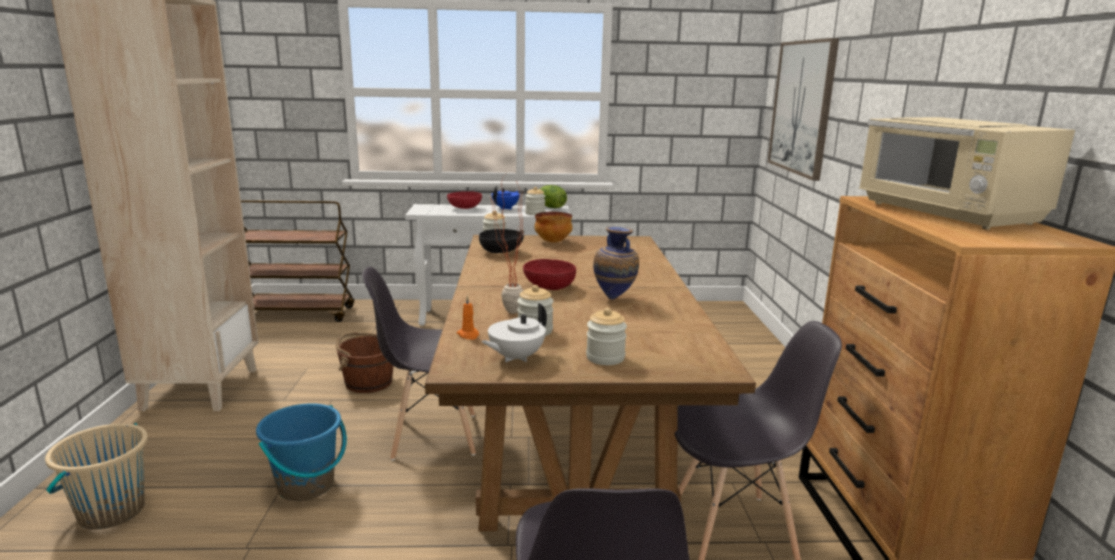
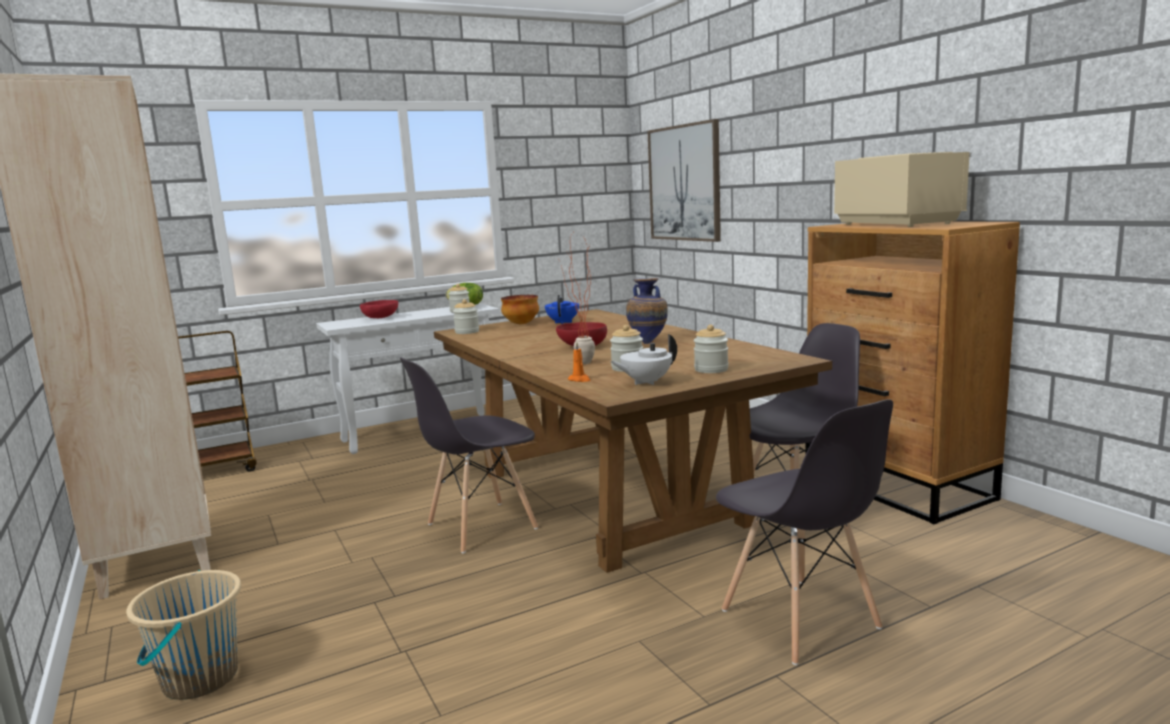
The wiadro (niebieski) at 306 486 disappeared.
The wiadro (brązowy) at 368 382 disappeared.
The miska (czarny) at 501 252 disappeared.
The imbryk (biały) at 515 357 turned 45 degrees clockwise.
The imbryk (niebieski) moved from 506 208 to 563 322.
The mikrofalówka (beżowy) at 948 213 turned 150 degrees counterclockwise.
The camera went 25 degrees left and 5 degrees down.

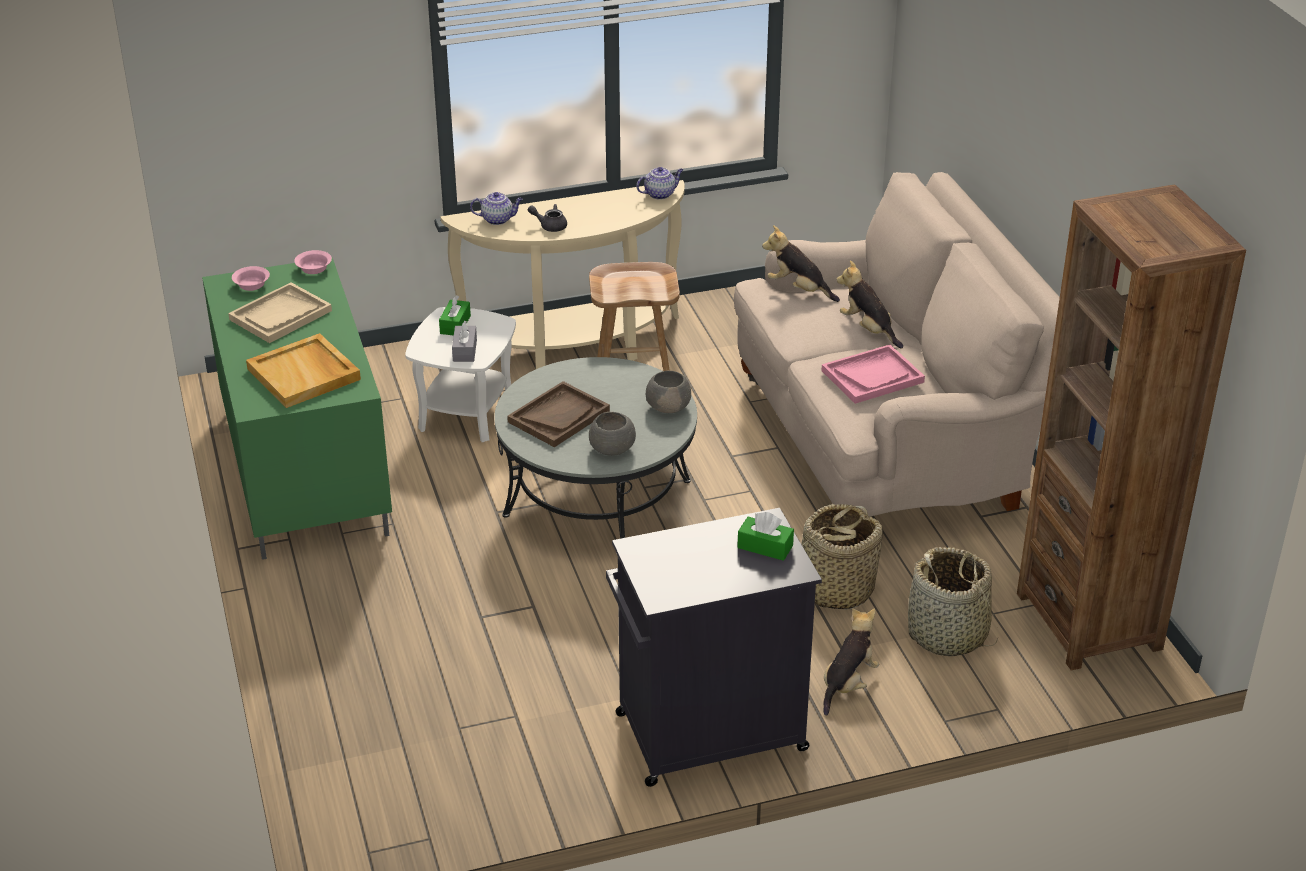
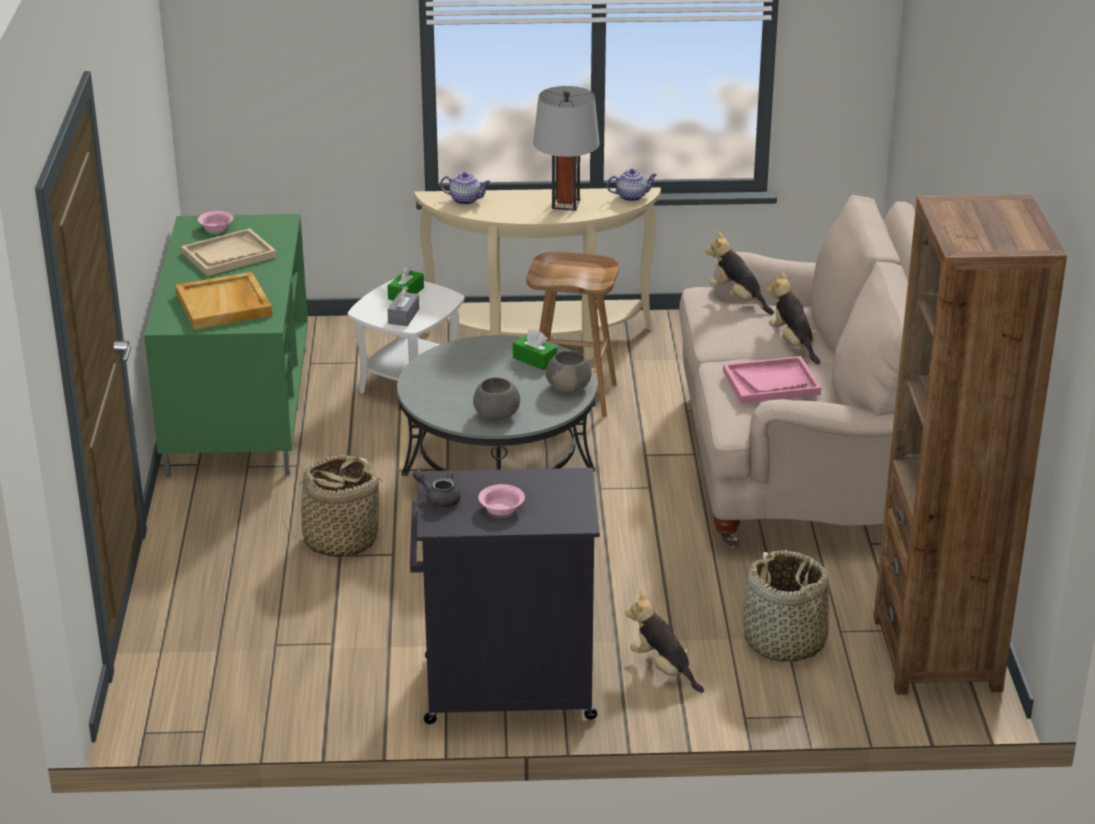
The miska (różowy) moved from 315 268 to 502 508.
The taca (brązowy) at 559 416 disappeared.
The imbryk (szary) moved from 550 226 to 439 498.
The pudełko chusteczek (zielony) moved from 765 546 to 534 360.
The koszyk moved from 835 589 to 340 540.
The pluszak at 848 684 turned 90 degrees counterclockwise.
The lampa stołowa (szary) at 565 204 appeared.
The camera went 15 degrees right and 5 degrees down.

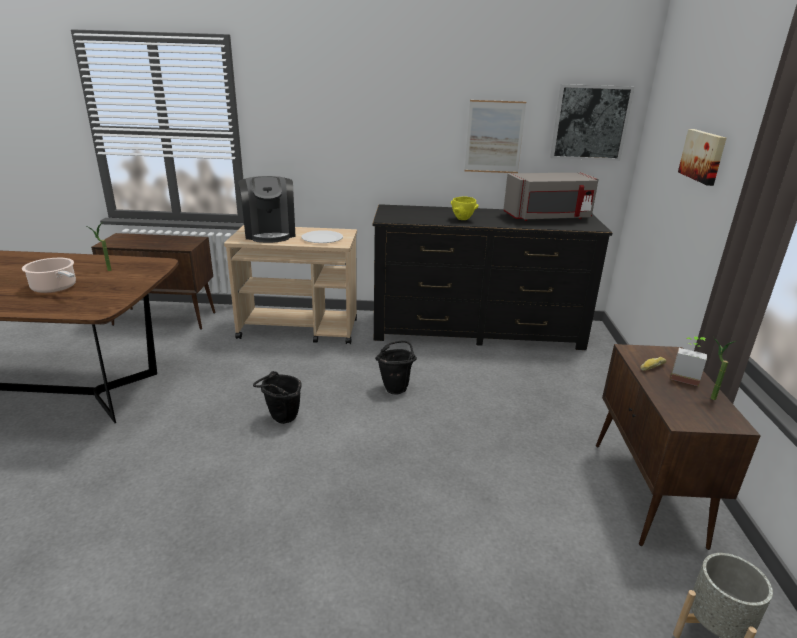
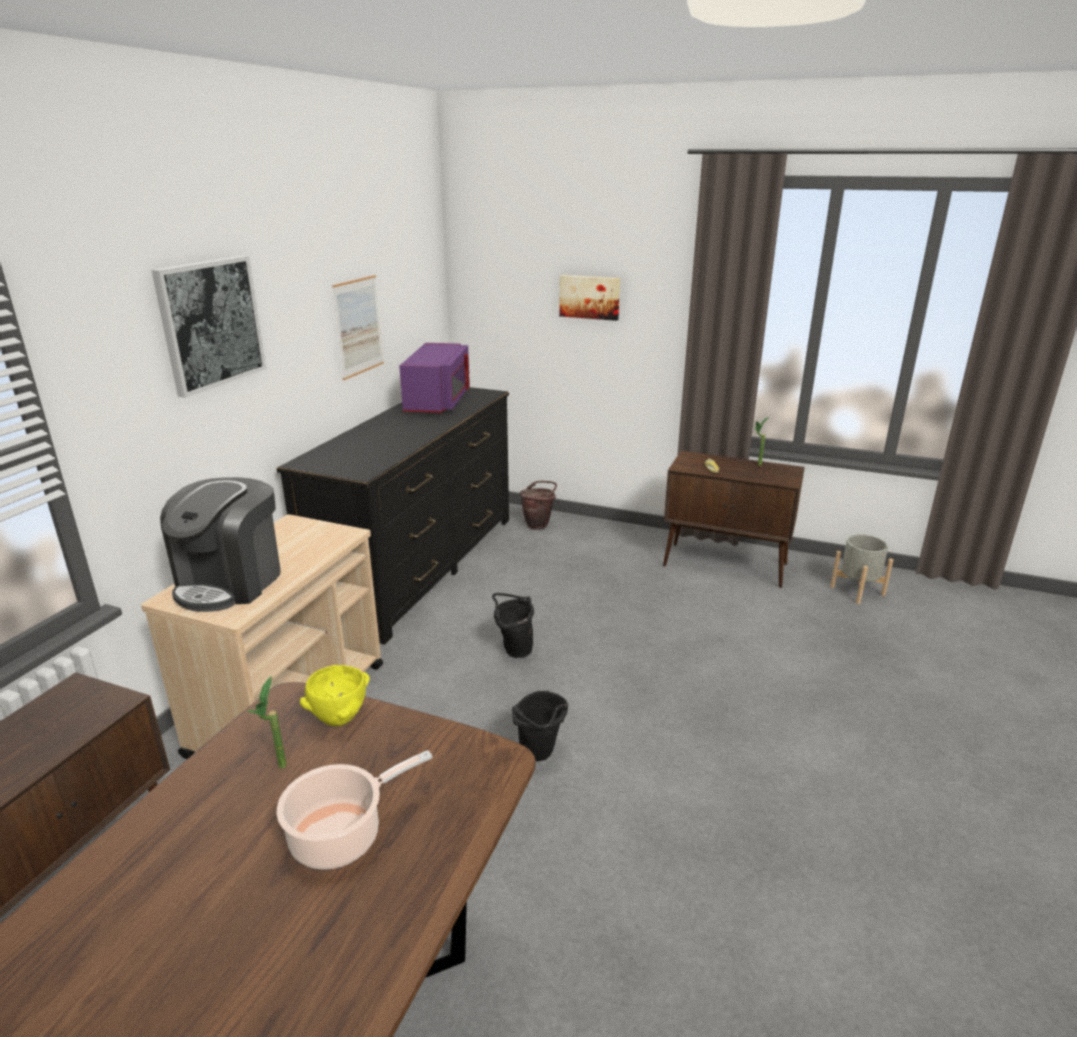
The ekspres do kawy at 270 233 turned 105 degrees clockwise.
The talerz (biały) at 322 238 disappeared.
The miska (żółty) moved from 462 219 to 338 720.
The mikrofalówka (szary) at 548 217 became the mikrofalówka (fioletowy) at 439 401.
The obraz moved from 590 122 to 211 323.
The roślina doniczkowa at 685 377 disappeared.
The wiadro (brązowy) at 539 525 appeared.
The camera went 70 degrees left and 0 degrees up.

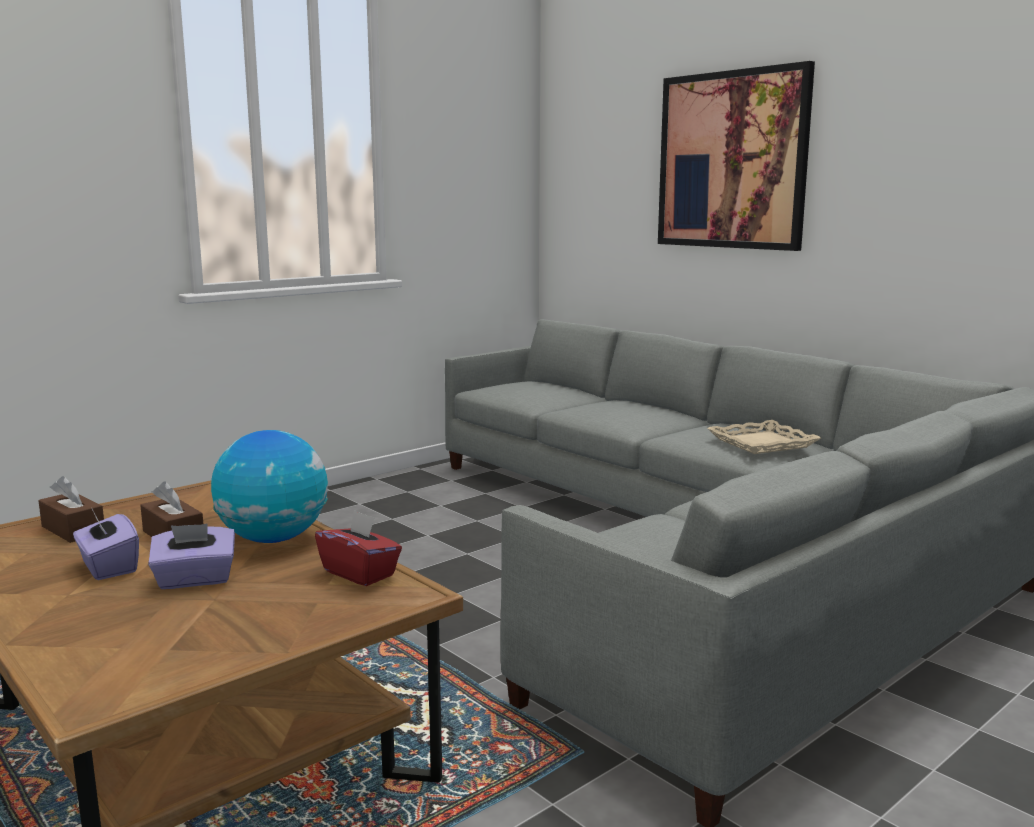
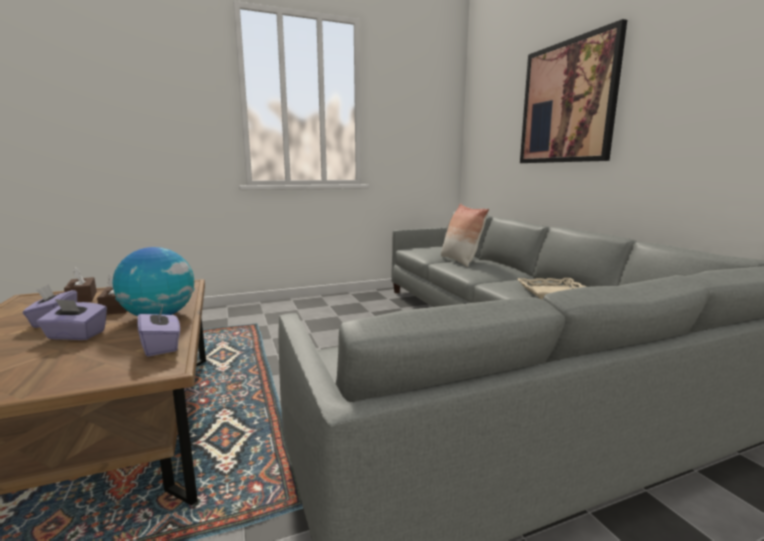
The pudełko chusteczek (czerwony) at 360 573 became the pudełko chusteczek (fioletowy) at 162 346.
The poduszka at 460 261 appeared.
The camera went 20 degrees right and 0 degrees up.

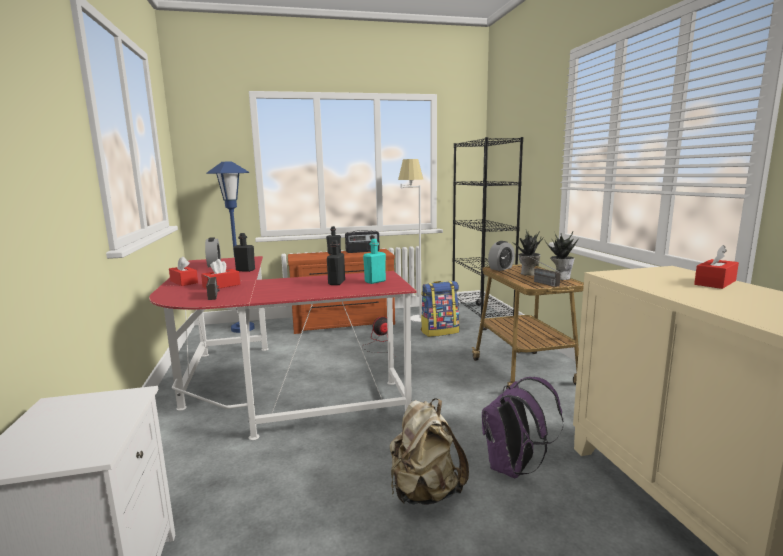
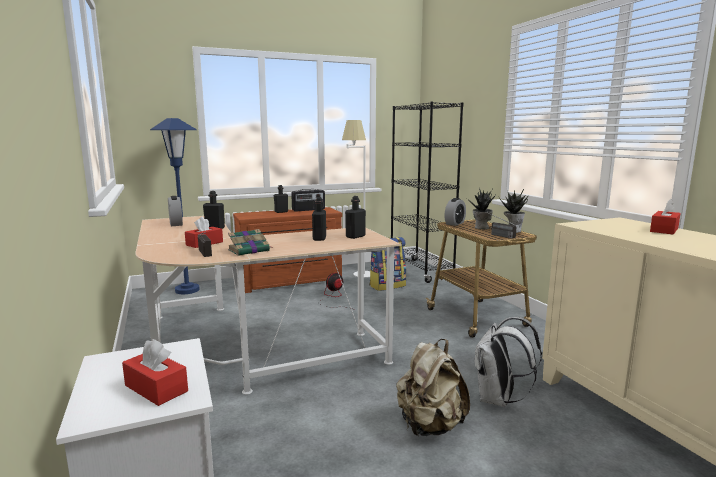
The biurko (czerwony) at 267 394 became the biurko (beżowy) at 242 351.
The pudełko chusteczek (czerwony) moved from 184 282 to 156 388.
The butelka (turkusowy) at 375 281 became the butelka (czarny) at 355 236.
The plecak (fioletowy) at 513 468 became the plecak (biały) at 498 399.
The książka at 250 250 appeared.
The camera went 10 degrees left and 0 degrees up.

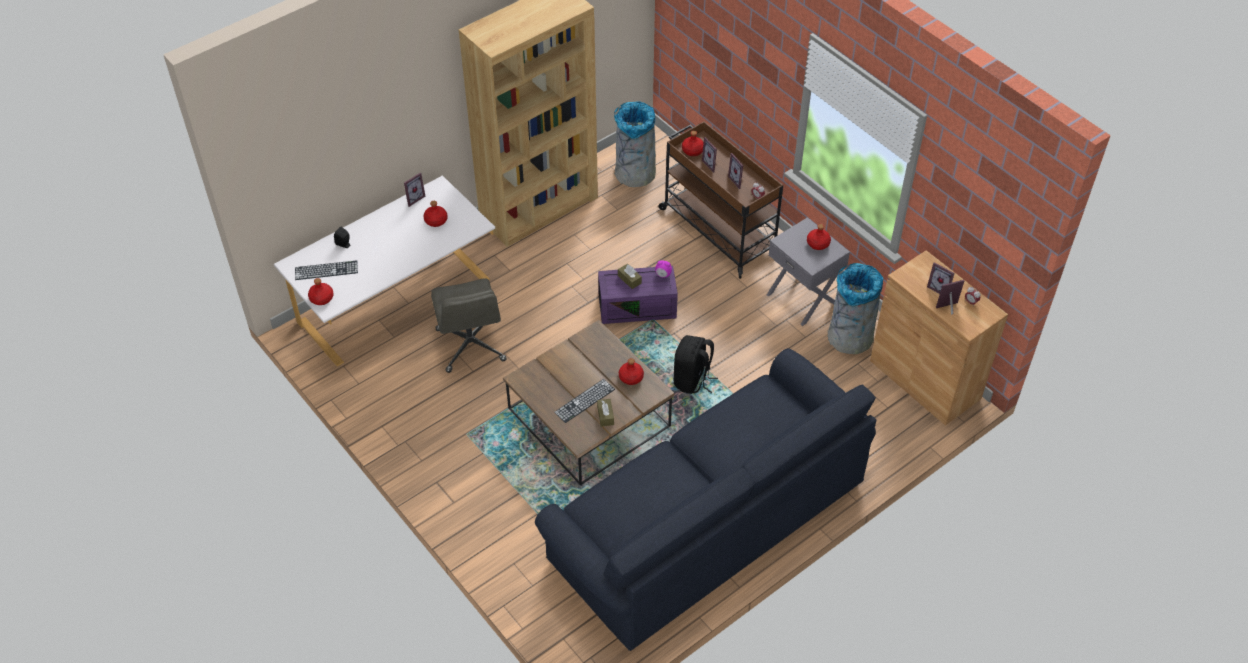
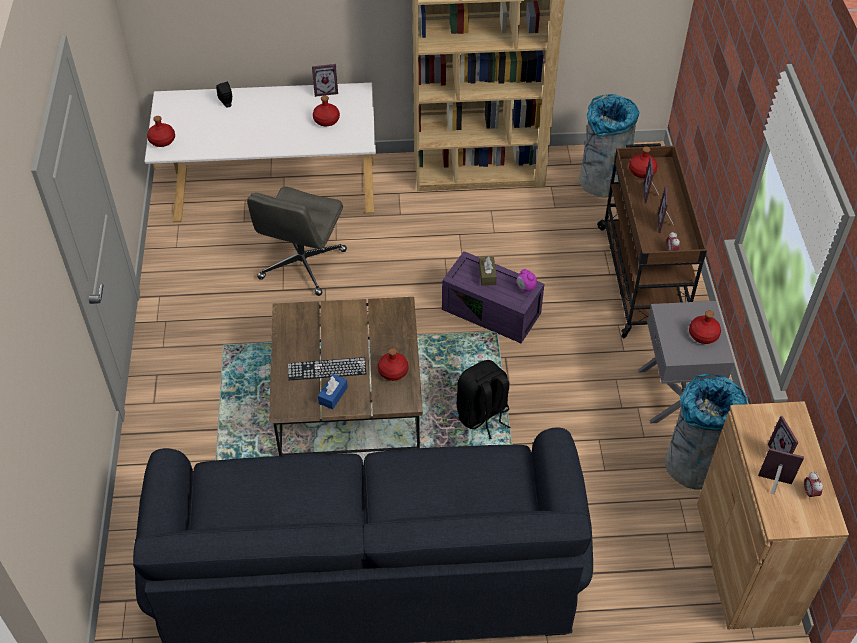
The klawiatura at 326 270 disappeared.
The pudełko chusteczek (brązowy) at 605 415 became the pudełko chusteczek (niebieski) at 333 395.
The camera went 35 degrees right and 0 degrees up.

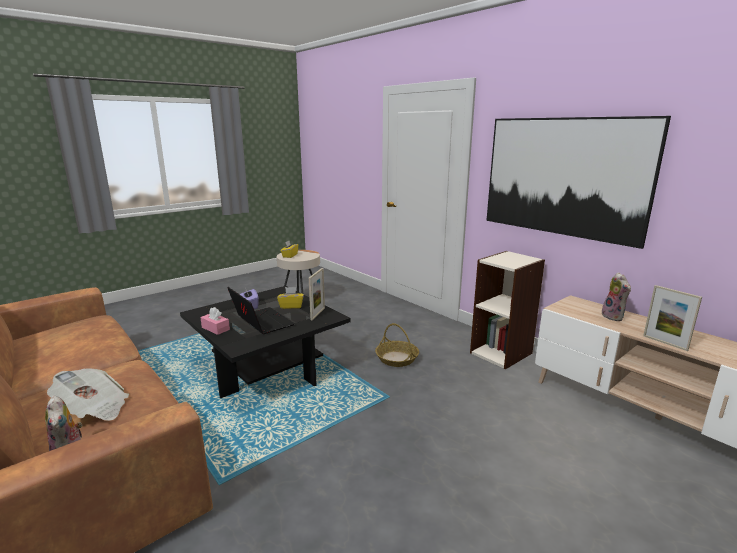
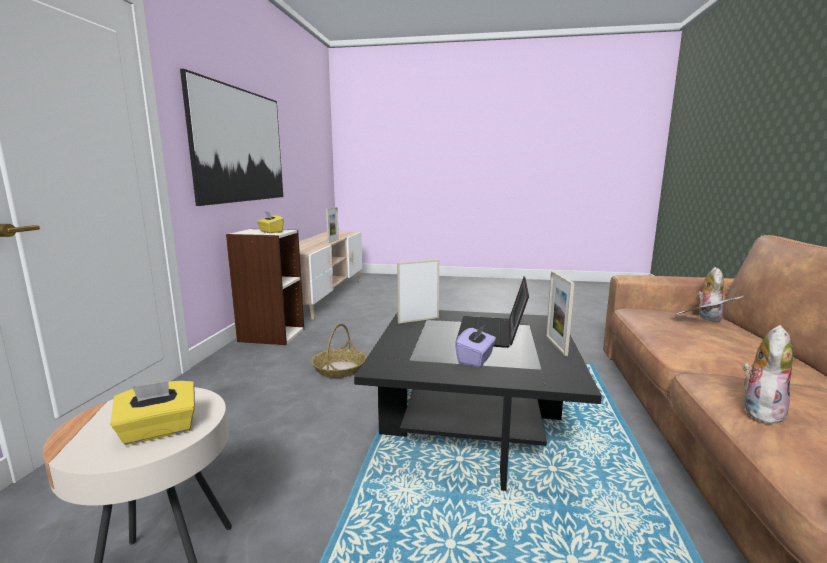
The pudełko chusteczek (różowy) at 215 328 was replaced by the ramka na zdjęcie at 556 345.
The pudełko chusteczek (żółty) moved from 291 306 to 271 232.
The pluszak moved from 614 317 to 760 411.
The camera went 130 degrees left and 5 degrees down.

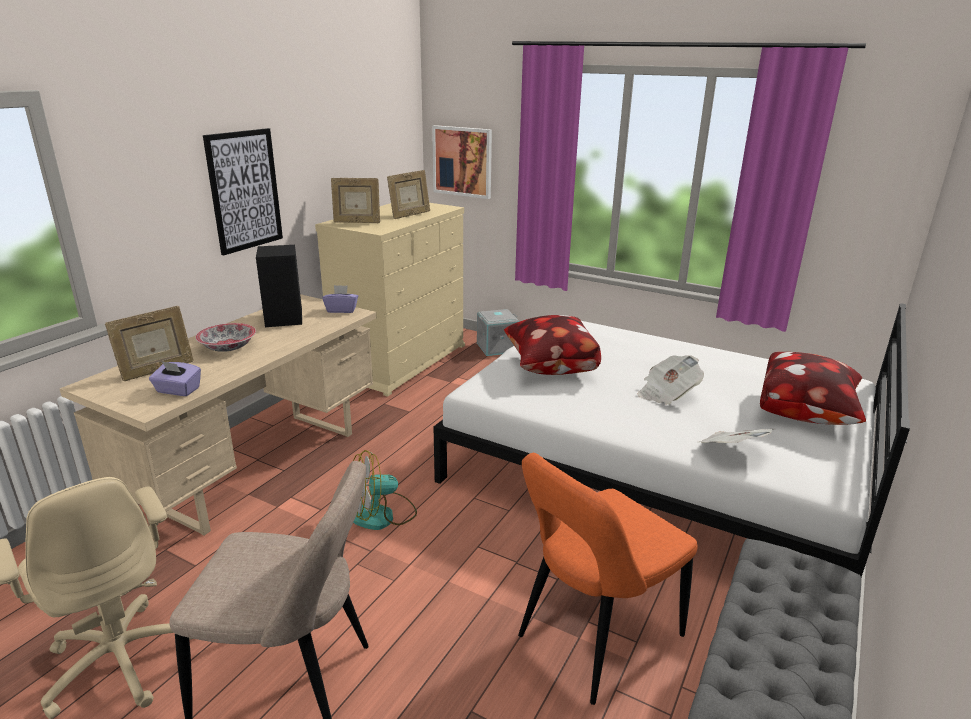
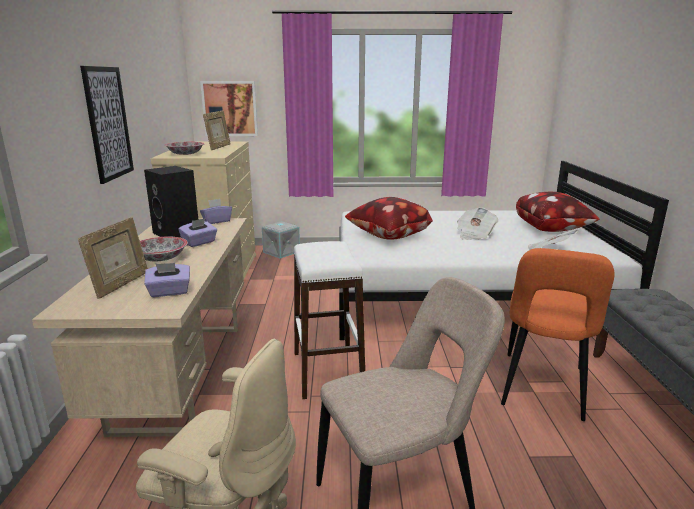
The ramka na zdjęcie at 357 222 was replaced by the miska at 186 154.
The wentylator at 382 515 was replaced by the stołek (biały) at 328 371.
The pudełko chusteczek (fioletowy) at 199 243 appeared.
The camera went 30 degrees left and 5 degrees down.

